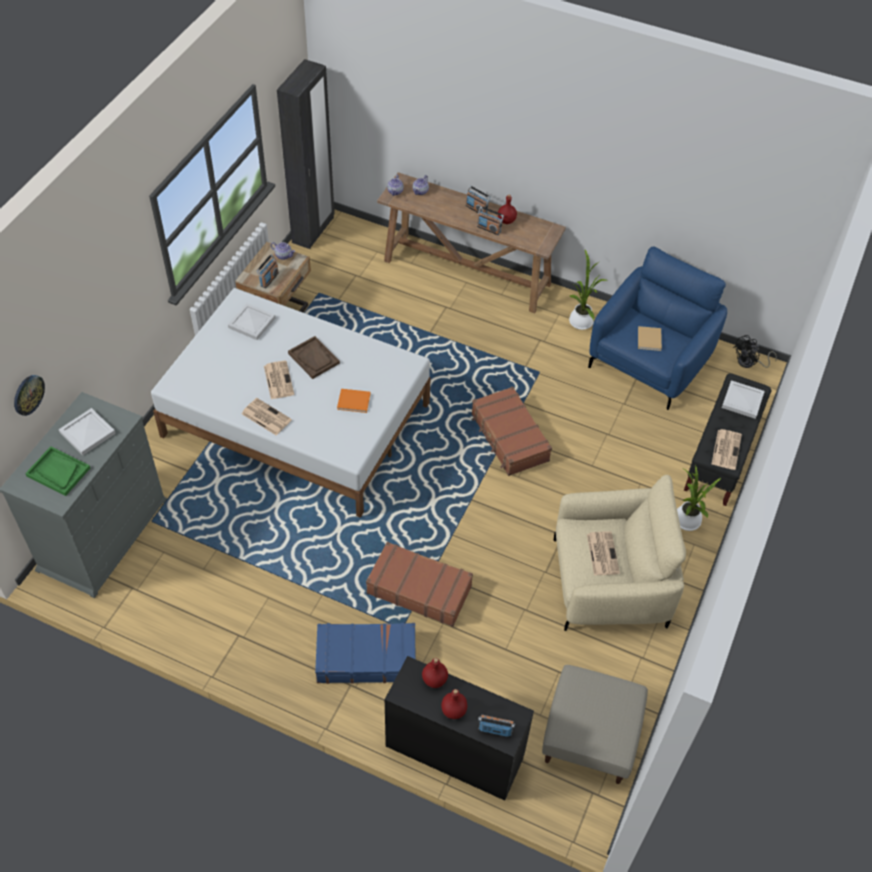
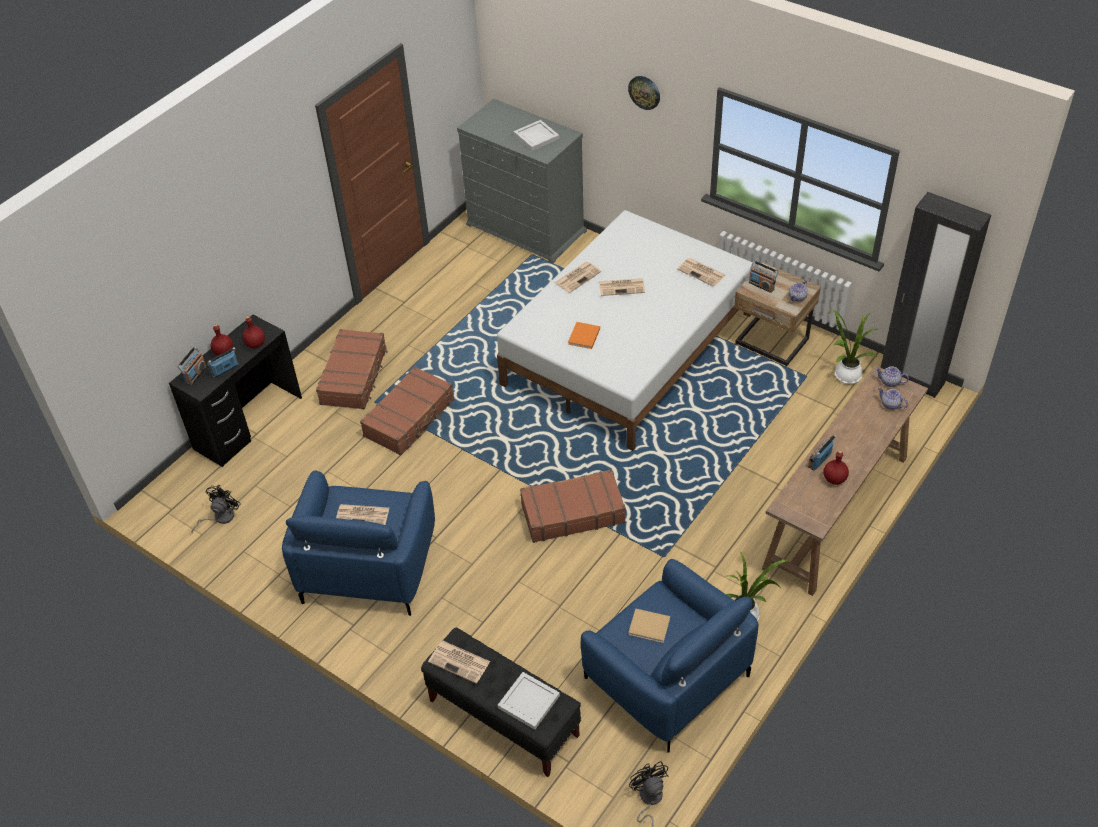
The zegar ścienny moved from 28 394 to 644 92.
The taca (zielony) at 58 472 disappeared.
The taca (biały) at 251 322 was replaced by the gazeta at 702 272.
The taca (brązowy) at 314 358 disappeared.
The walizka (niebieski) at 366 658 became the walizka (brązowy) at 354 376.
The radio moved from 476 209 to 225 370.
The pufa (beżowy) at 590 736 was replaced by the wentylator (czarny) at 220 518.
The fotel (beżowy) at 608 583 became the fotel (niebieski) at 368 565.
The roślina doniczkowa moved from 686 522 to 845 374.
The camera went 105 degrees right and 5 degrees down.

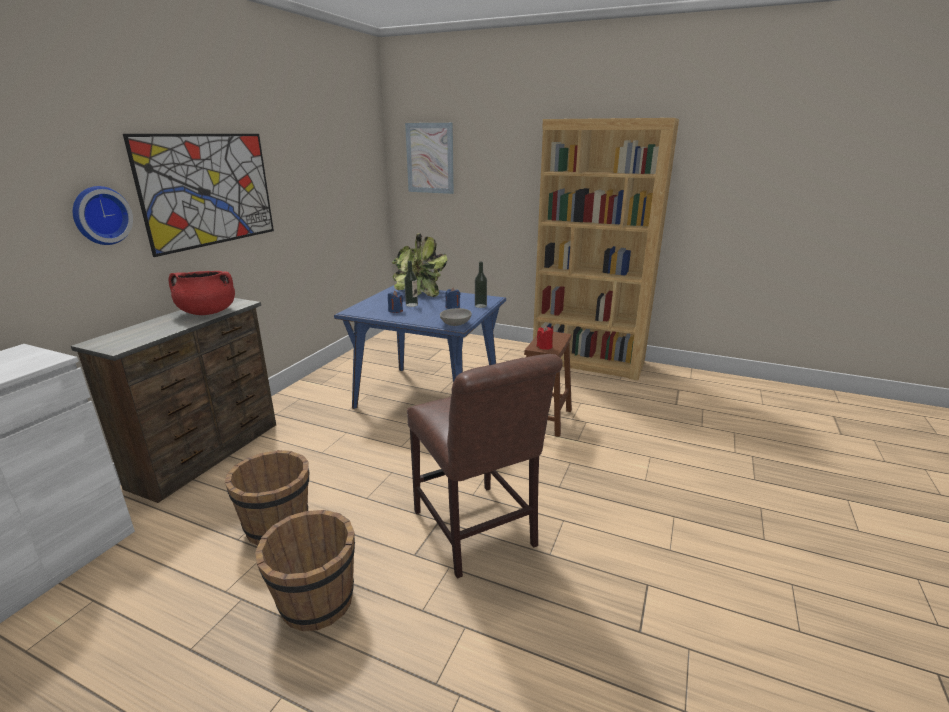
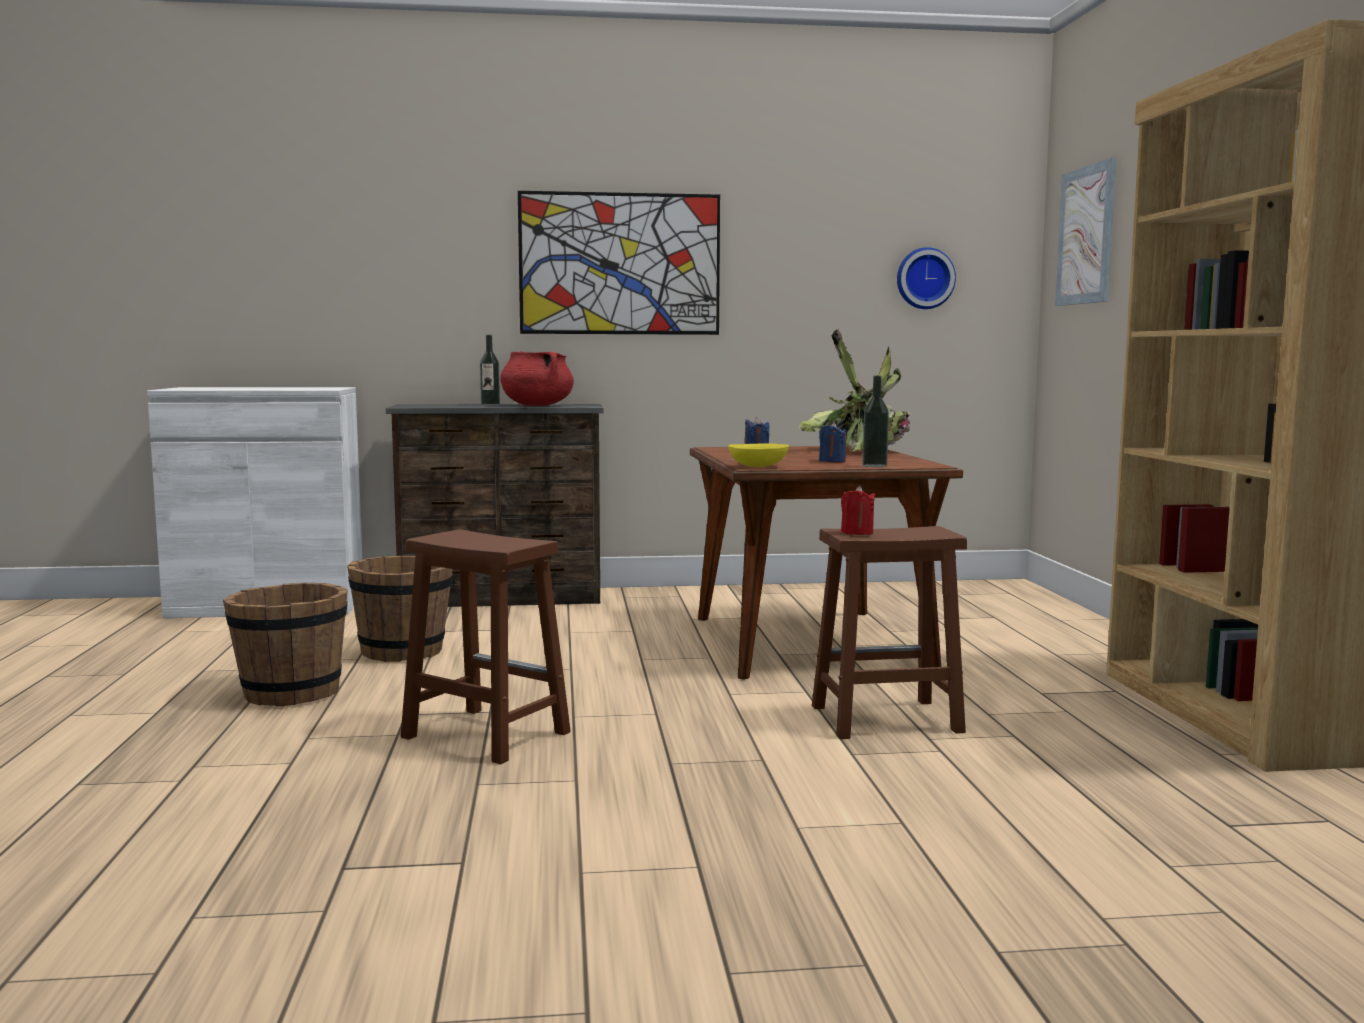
The zegar ścienny moved from 100 215 to 924 278.
The stół jadalny (niebieski) at 427 396 became the stół jadalny (brązowy) at 808 642.
The butelka moved from 411 305 to 490 404.
The krzesło (brązowy) at 476 533 was replaced by the stołek (brązowy) at 483 734.
The miska (szary) at 456 324 became the miska (żółty) at 758 467.
The camera went 60 degrees right and 15 degrees down.

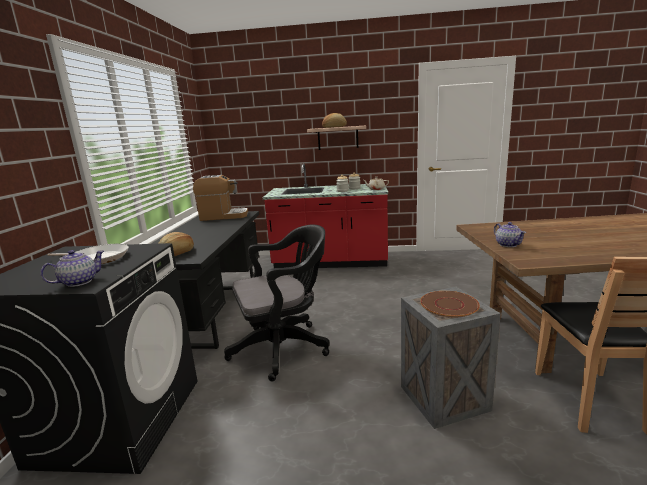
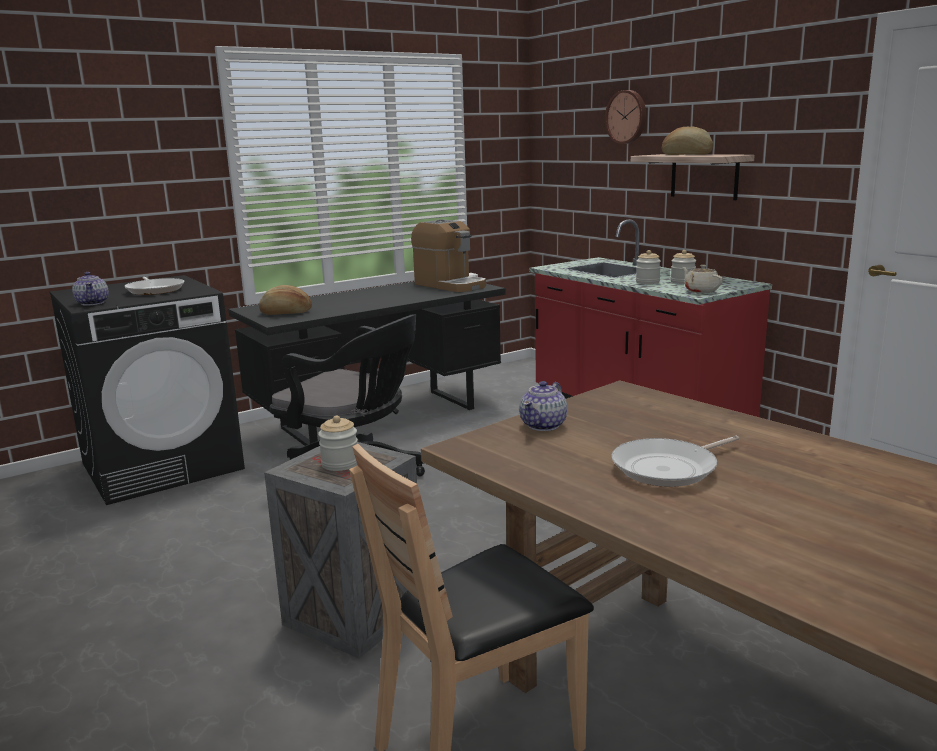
The imbryk at 78 282 turned 60 degrees clockwise.
The talerz (brązowy) at 448 305 was replaced by the słoik at 340 464.
The zegar ścienny at 627 117 appeared.
The patelnia at 669 468 appeared.
The camera went 50 degrees right and 0 degrees up.

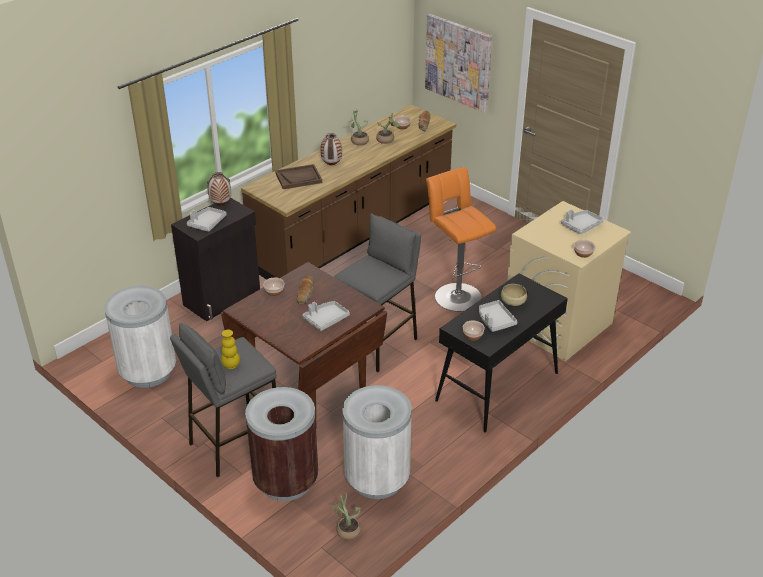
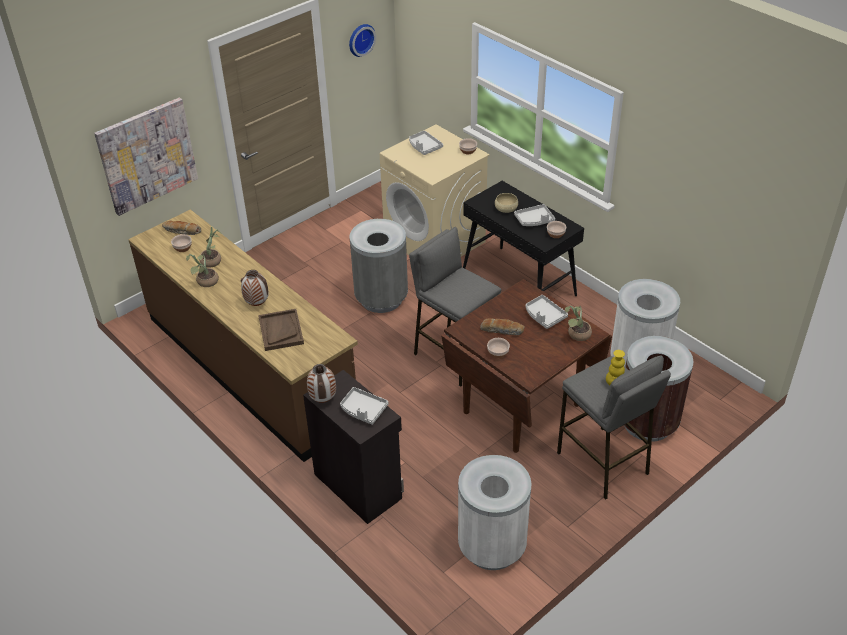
The roślina doniczkowa moved from 347 529 to 577 335.
The stołek (pomarańczowy) at 456 295 was replaced by the kosz na śmieci (szary) at 381 298.
The zegar ścienny at 360 39 appeared.
The camera went 85 degrees left and 5 degrees up.

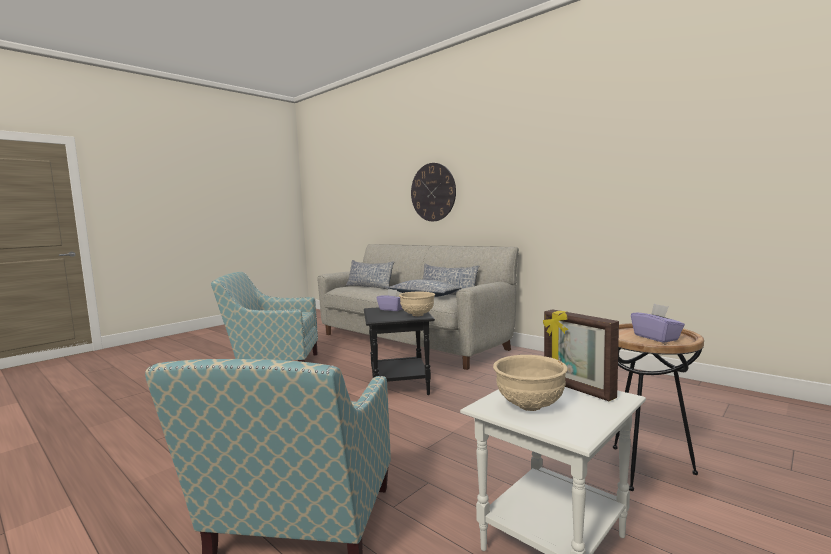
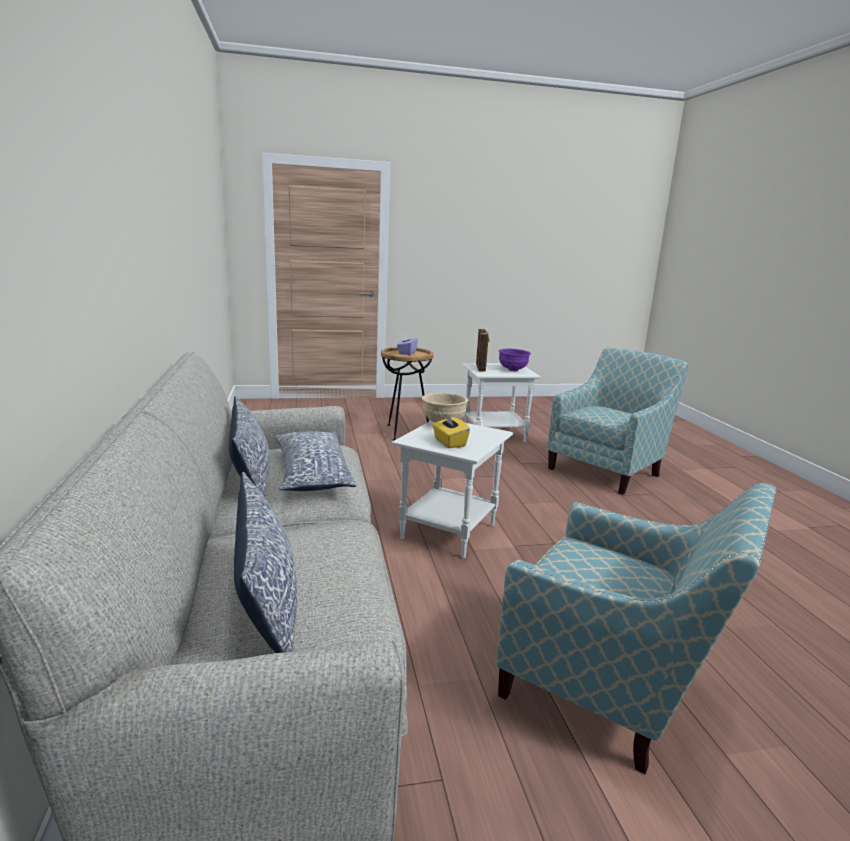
The stolik (czarny) at 400 387 became the stolik (biały) at 449 531.
The pudełko chusteczek (fioletowy) at 391 309 became the pudełko chusteczek (żółty) at 449 442.
The zegar ścienny at 433 192 disappeared.
The miska (beżowy) at 529 406 became the miska (fioletowy) at 513 370.
The camera went 145 degrees left and 10 degrees up.

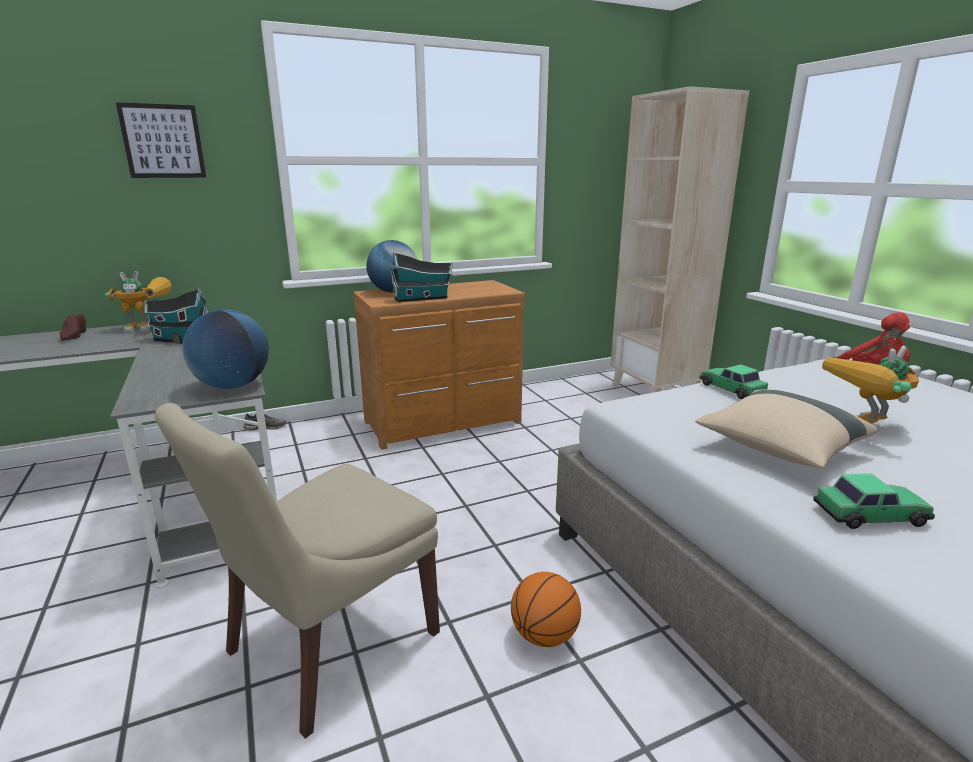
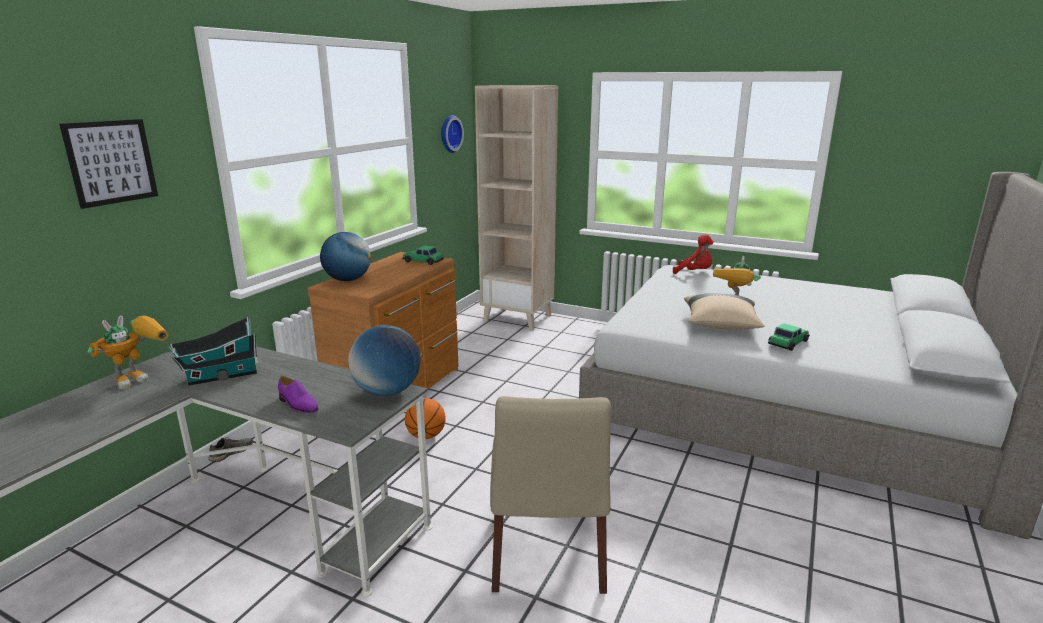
The but (brązowy) at 73 336 disappeared.
The domek at 423 298 disappeared.
The piłka do koszykówki moved from 544 635 to 426 436.
The samochodzik moved from 731 389 to 423 261.
The but (fioletowy) at 298 404 appeared.
The zegar ścienny at 449 133 appeared.
The camera went 40 degrees left and 0 degrees up.

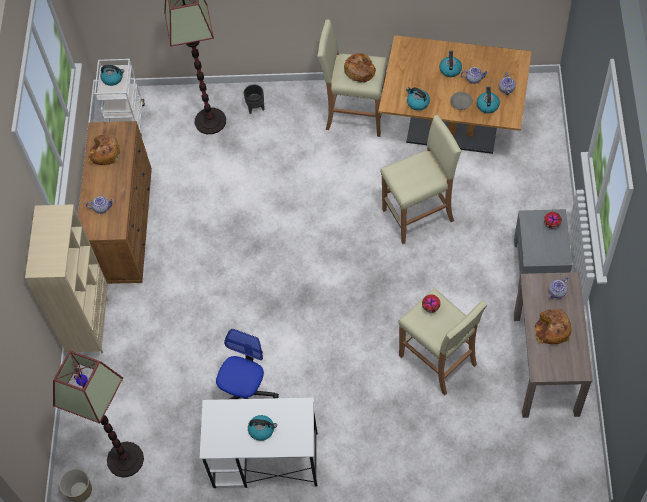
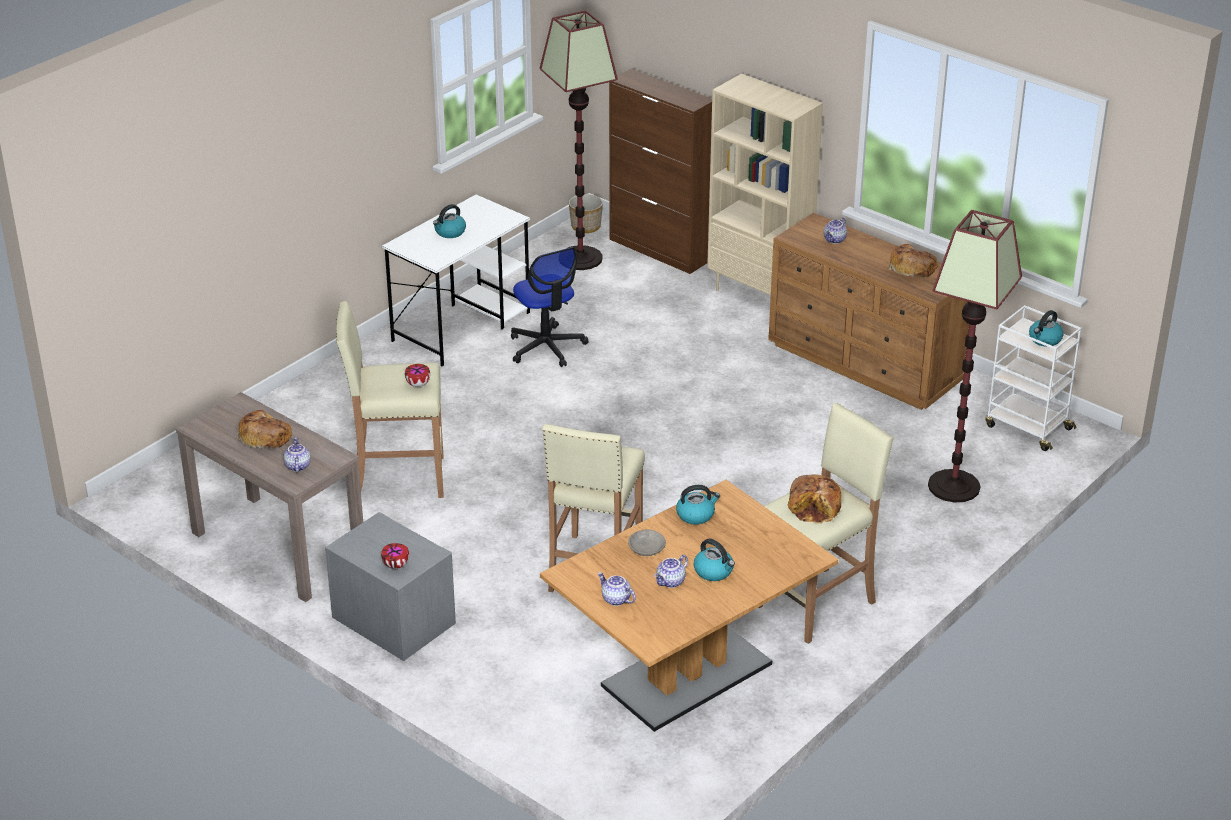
The donica (czarny) at 255 108 disappeared.
The czajnik at 487 105 disappeared.
The szafka (brązowy) at 660 250 appeared.
The camera went 125 degrees right and 25 degrees down.

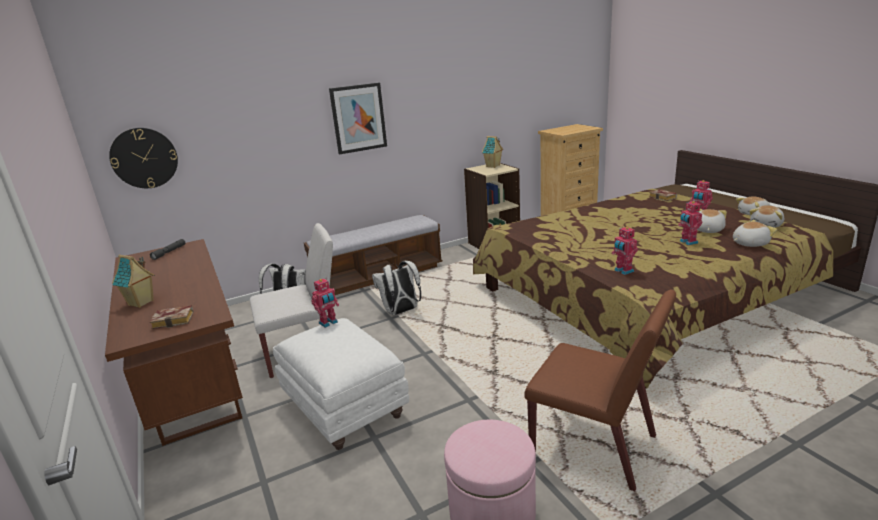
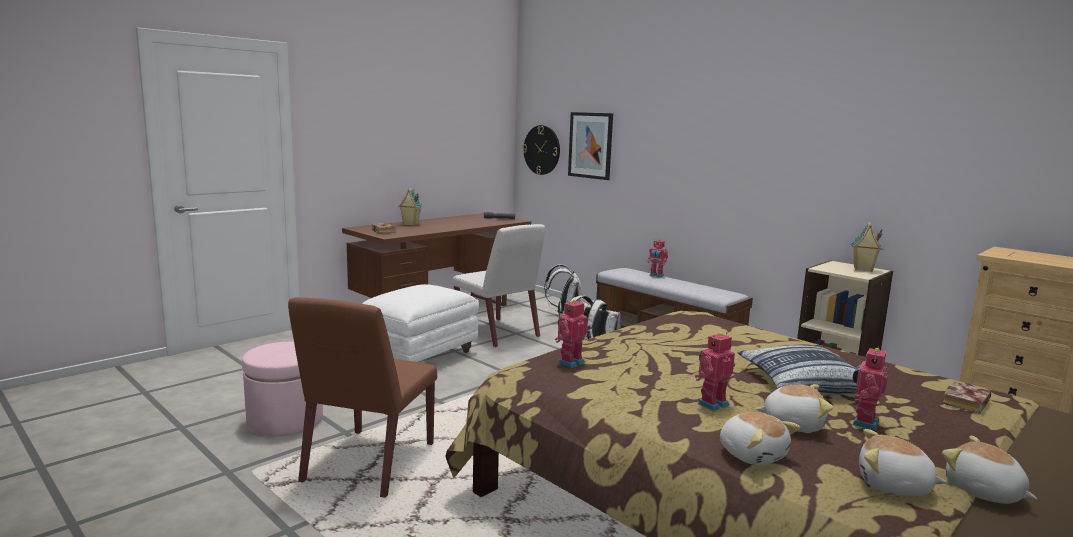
The robot zabawkowy moved from 329 323 to 656 276.
The obraz moved from 358 118 to 590 145.
The poduszka at 803 383 appeared.
The camera went 70 degrees right and 10 degrees down.

